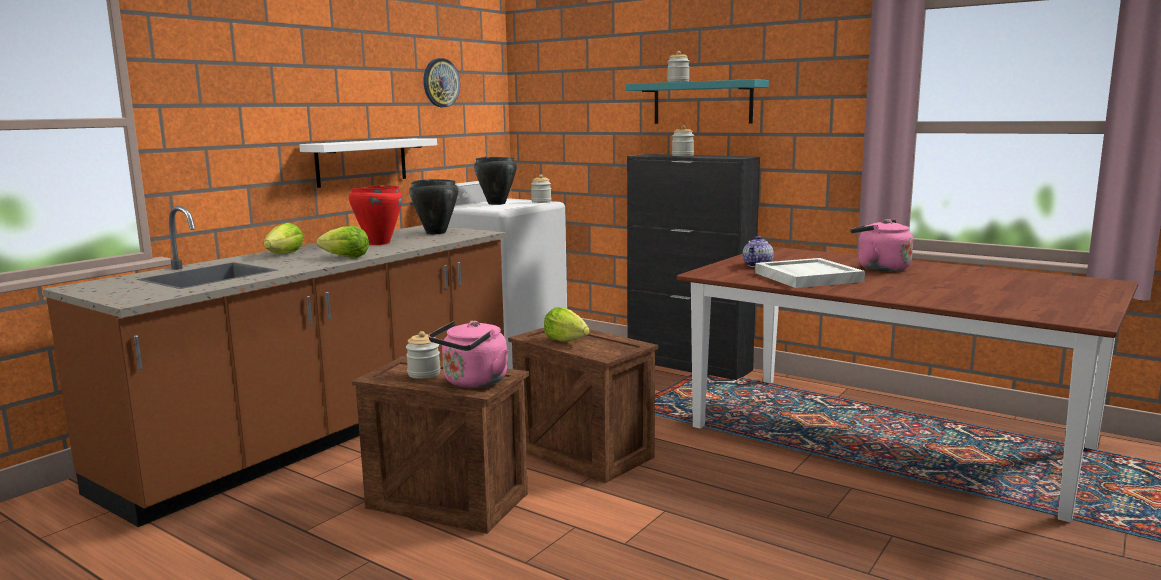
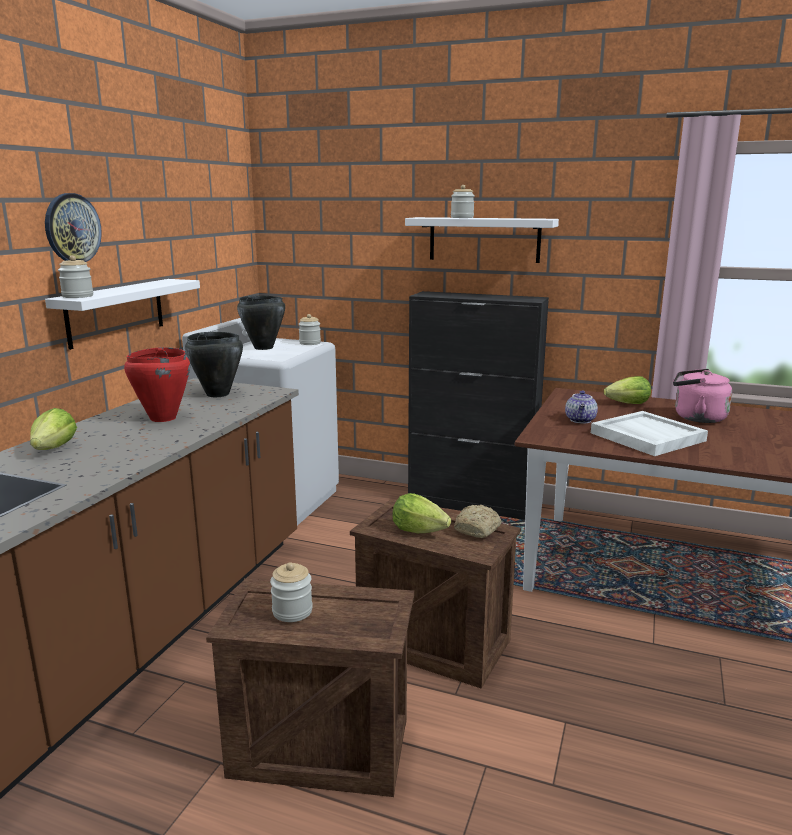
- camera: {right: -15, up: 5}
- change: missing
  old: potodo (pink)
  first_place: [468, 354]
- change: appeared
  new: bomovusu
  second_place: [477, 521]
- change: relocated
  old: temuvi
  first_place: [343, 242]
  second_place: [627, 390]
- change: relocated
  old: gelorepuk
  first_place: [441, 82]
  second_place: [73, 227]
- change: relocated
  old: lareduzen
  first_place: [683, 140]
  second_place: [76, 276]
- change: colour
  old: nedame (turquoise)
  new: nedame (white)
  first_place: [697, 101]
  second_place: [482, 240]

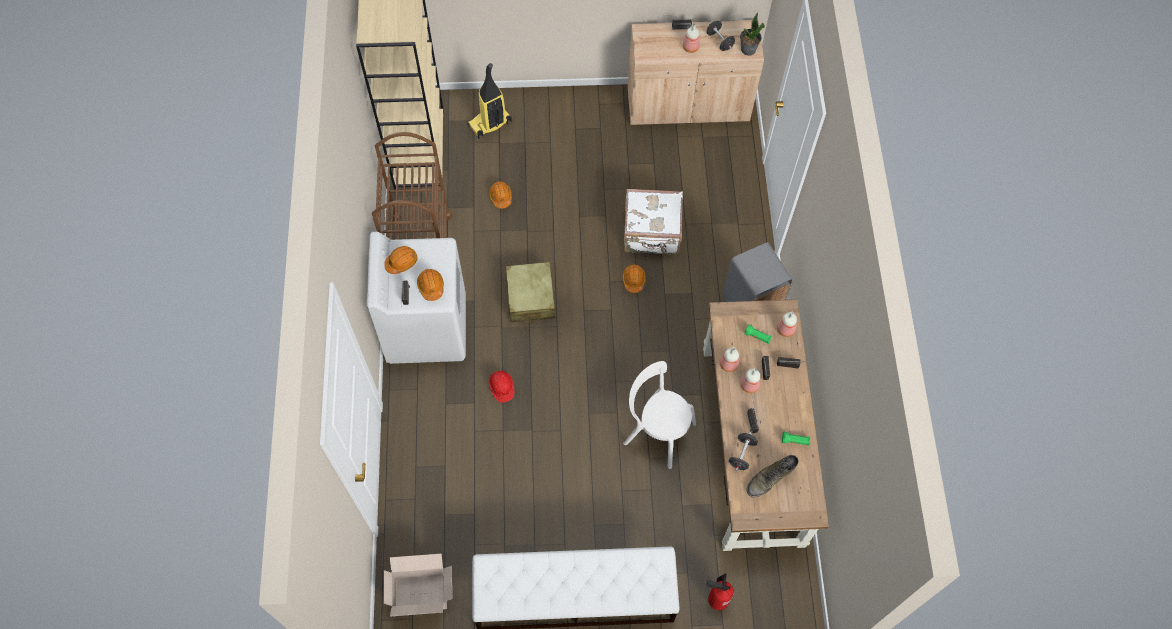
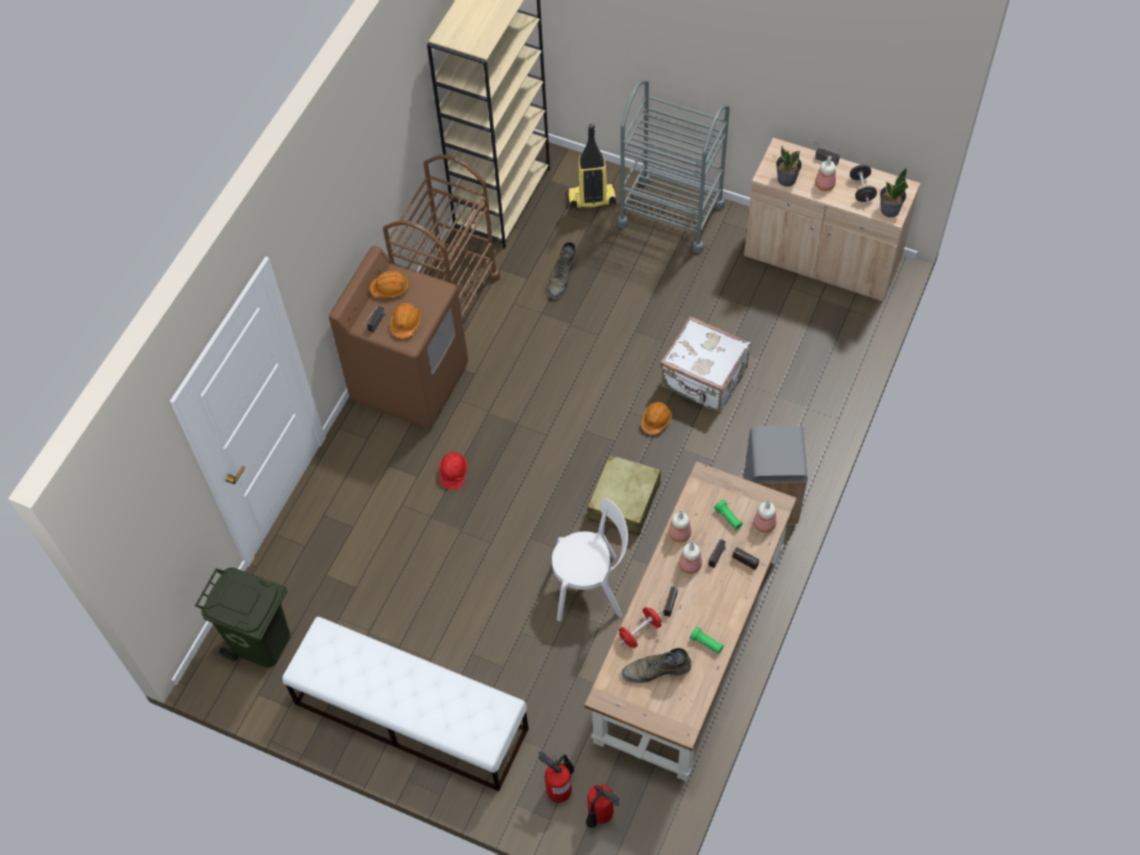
- camera: {right: 30, up: -5}
- change: appeared
  new: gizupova
  second_place: [602, 806]
- change: appeared
  new: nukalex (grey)
  second_place: [673, 166]
- change: appeared
  new: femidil
  second_place: [789, 166]
- change: relocated
  old: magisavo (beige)
  first_place: [530, 292]
  second_place: [624, 495]
- change: exchanged
  old: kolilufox
  new: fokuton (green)
  first_place: [418, 585]
  second_place: [242, 617]
- change: exchanged
  old: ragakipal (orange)
  new: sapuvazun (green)
  first_place: [500, 195]
  second_place: [561, 270]
- change: colour
  old: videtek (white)
  new: videtek (brown)
  first_place: [416, 298]
  second_place: [398, 337]
- change: colour
  old: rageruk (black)
  new: rageruk (red)
  first_place: [743, 451]
  second_place: [640, 627]
- change: spun
  old: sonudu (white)
  first_place: [659, 415]
  second_place: [590, 559]
  degrees: 120

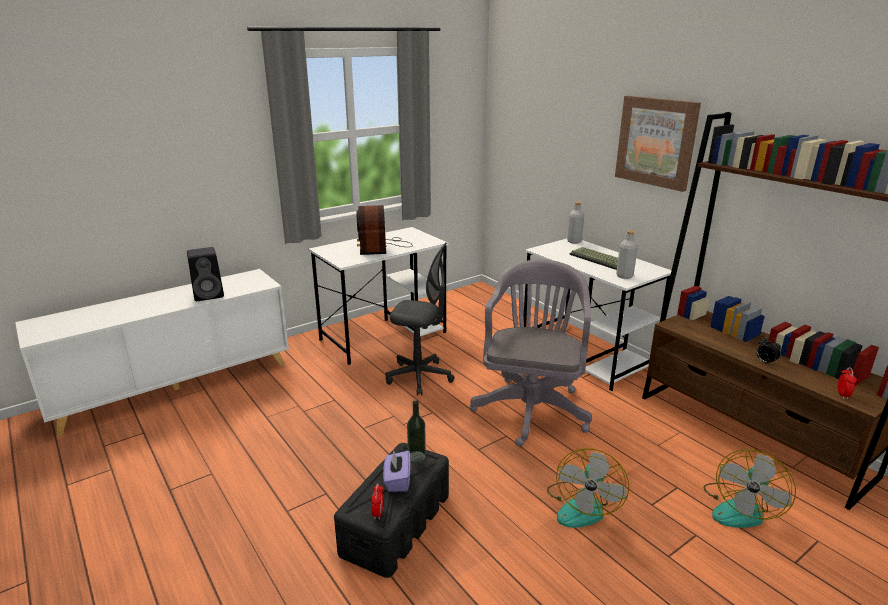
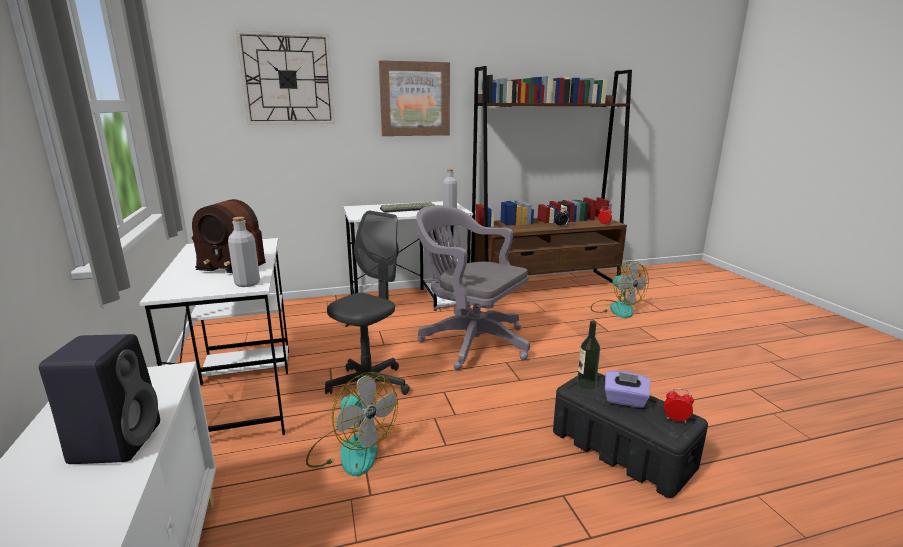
- camera: {right: -70, up: -5}
- change: appeared
  new: gelorepuk
  second_place: [285, 77]
- change: relocated
  old: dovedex
  first_place: [588, 488]
  second_place: [352, 424]
- change: relocated
  old: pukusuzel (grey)
  first_place: [575, 223]
  second_place: [244, 252]

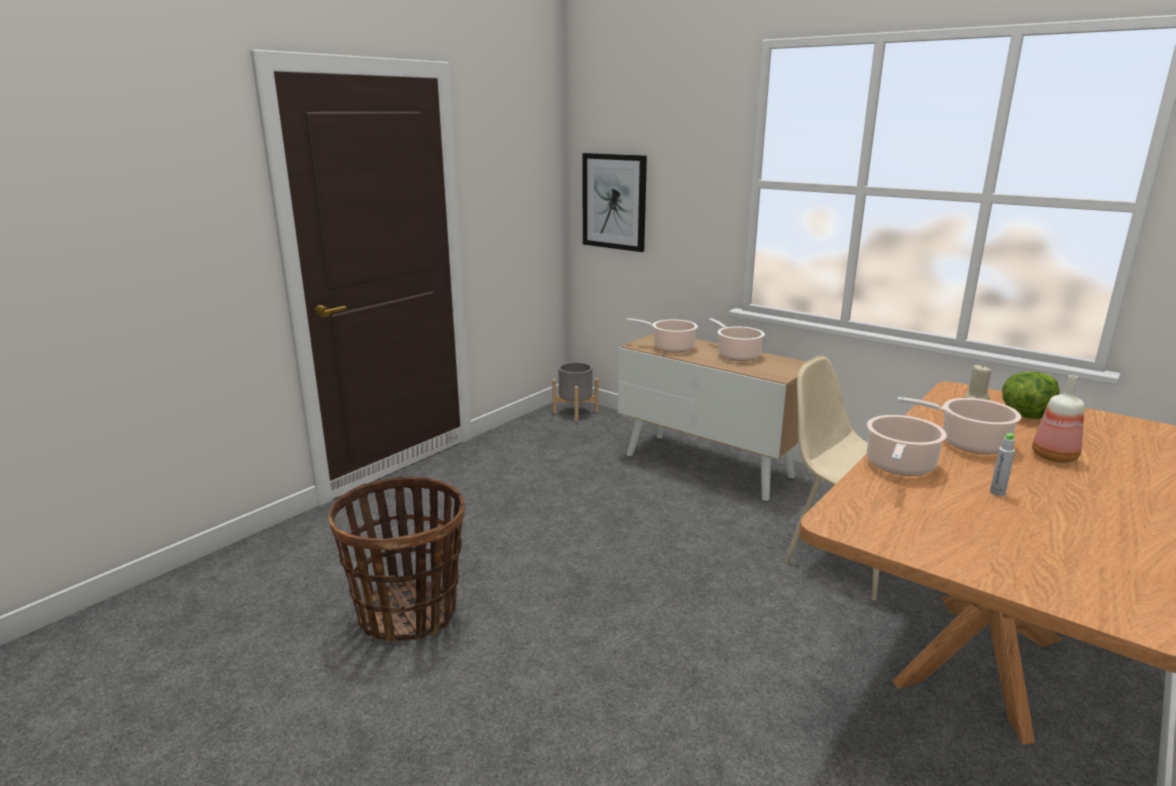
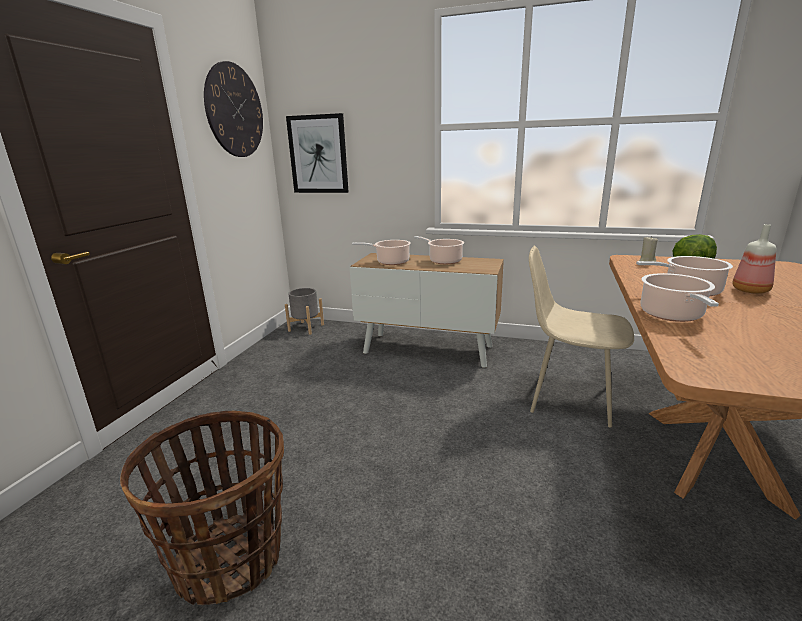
- camera: {right: -20, up: 0}
- change: missing
  old: pukusuzel (grey)
  first_place: [1002, 464]
- change: appeared
  new: gelorepuk
  second_place: [233, 109]

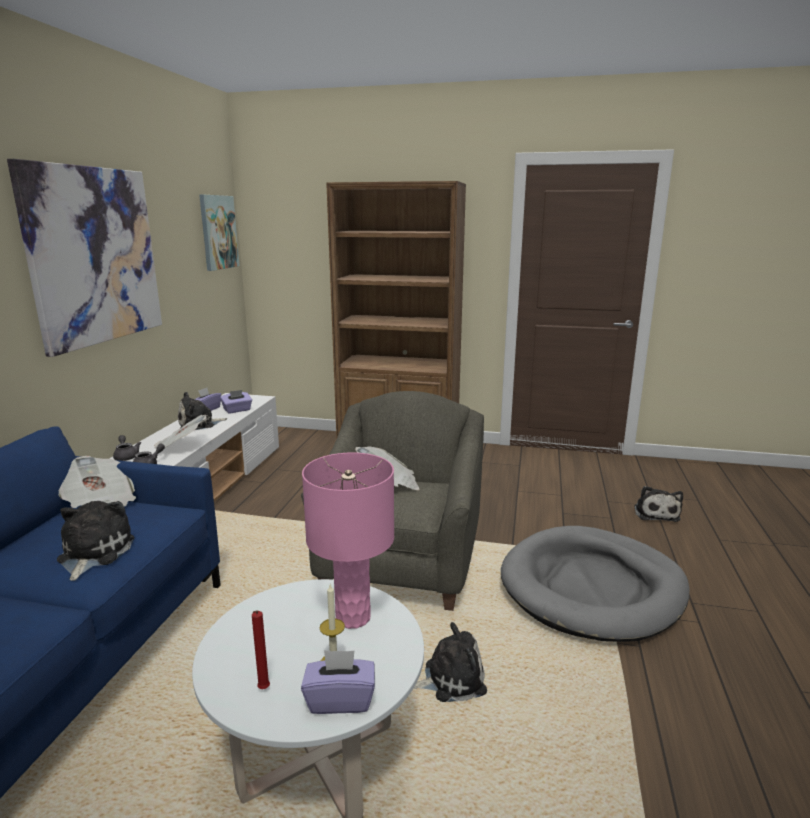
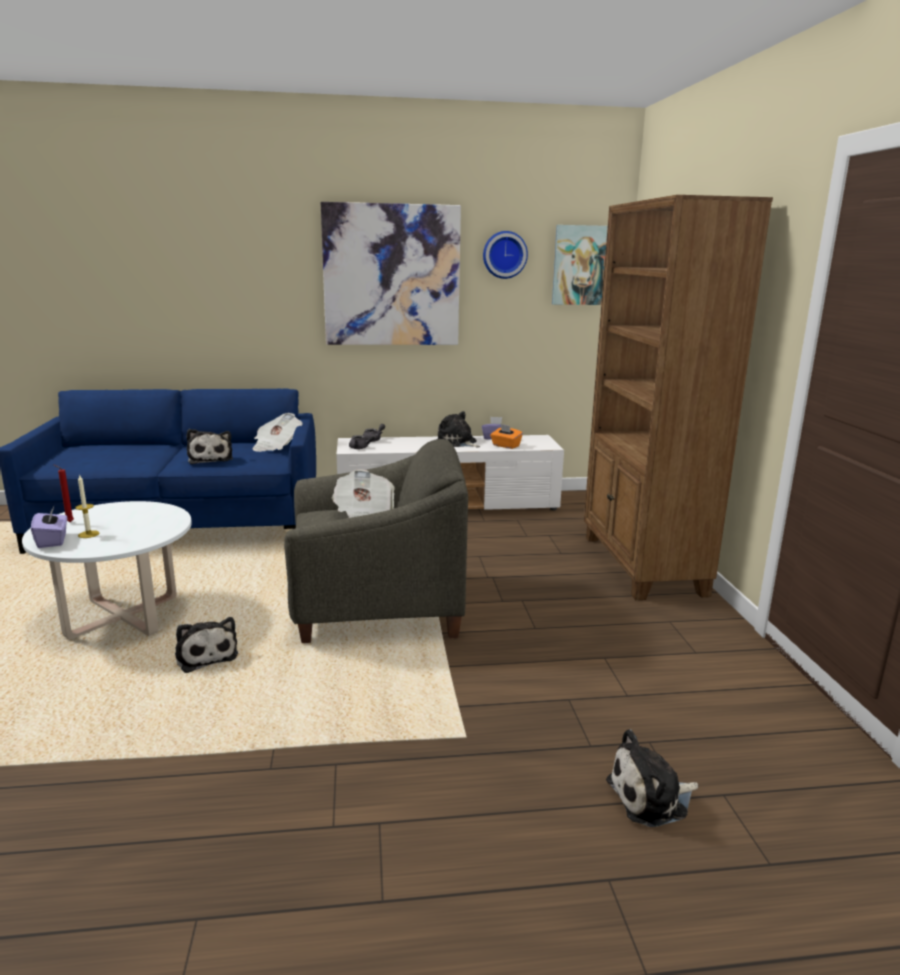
- camera: {right: 70, up: 0}
- change: missing
  old: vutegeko
  first_place: [180, 432]
- change: missing
  old: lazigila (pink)
  first_place: [348, 540]
- change: missing
  old: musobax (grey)
  first_place: [595, 584]
- change: appeared
  new: gelorepuk
  second_place: [505, 255]
- change: colour
  old: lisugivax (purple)
  new: lisugivax (orange)
  first_place: [236, 402]
  second_place: [506, 436]
- change: spun
  old: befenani
  first_place: [96, 541]
  second_place: [210, 446]
  degrees: 90

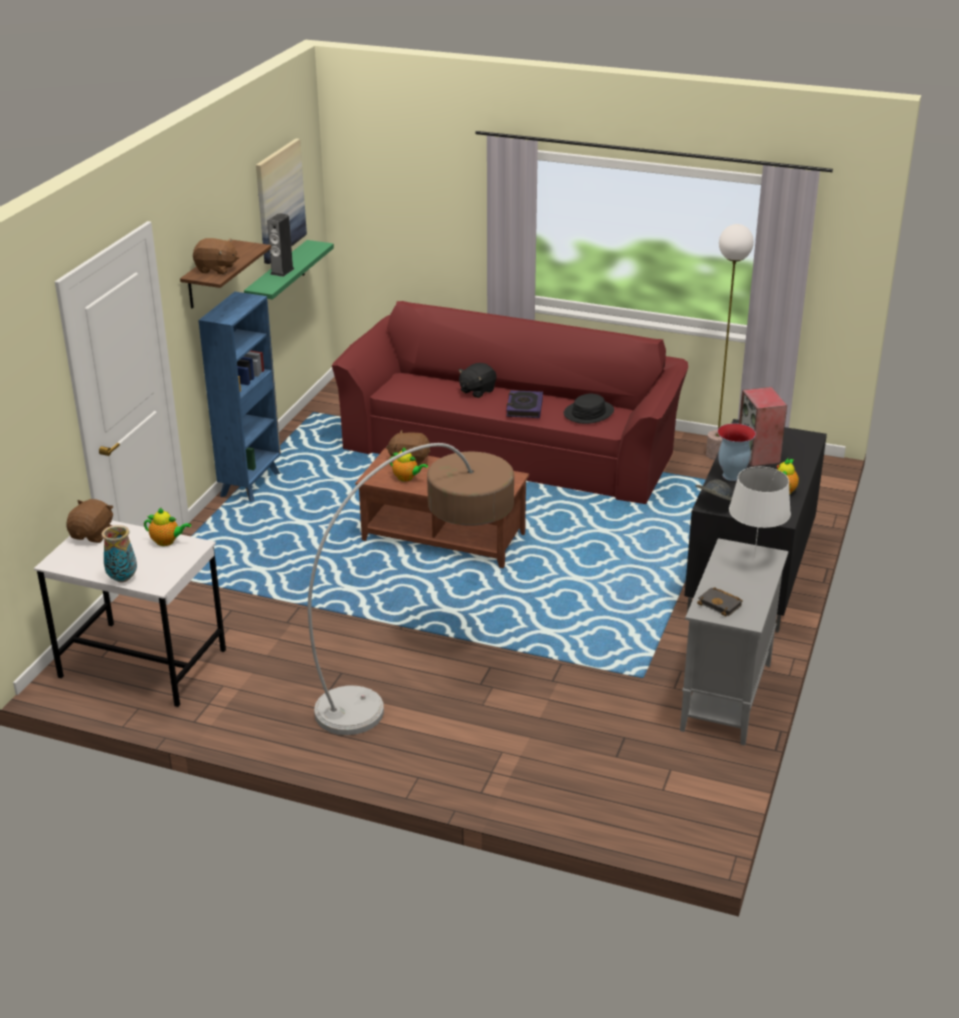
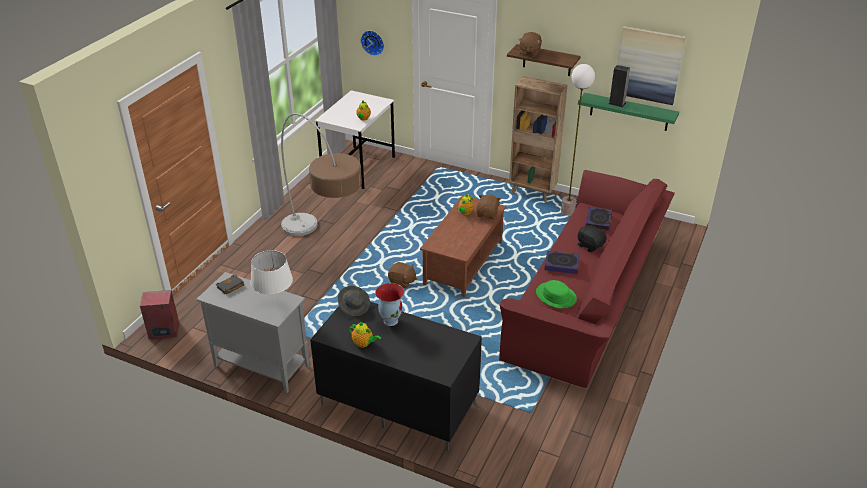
- camera: {right: 95, up: 5}
- change: missing
  old: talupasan
  first_place: [119, 553]
- change: appeared
  new: gelorepuk
  second_place: [372, 43]
- change: appeared
  new: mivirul
  second_place: [598, 219]
- change: relocated
  old: befenani (brown)
  first_place: [89, 521]
  second_place: [402, 275]
- change: relocated
  old: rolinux
  first_place: [730, 342]
  second_place: [578, 140]
- change: relocated
  old: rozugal
  first_place: [763, 427]
  second_place: [159, 314]
- change: colour
  old: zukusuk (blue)
  new: zukusuk (brown)
  first_place: [239, 397]
  second_place: [538, 139]
- change: colour
  old: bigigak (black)
  new: bigigak (green)
  first_place: [589, 409]
  second_place: [556, 294]

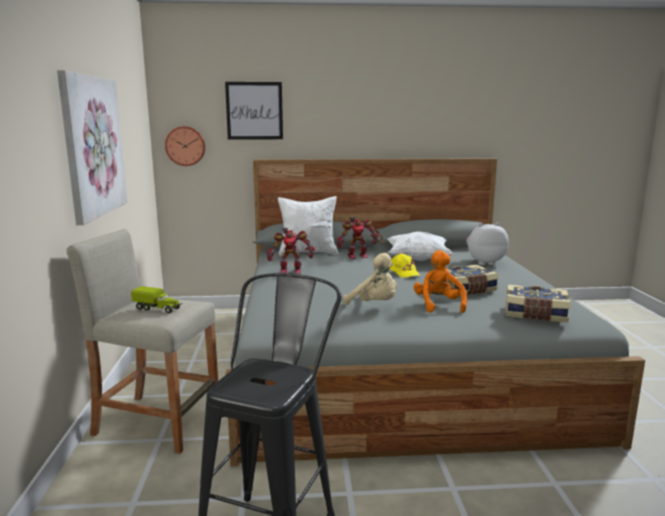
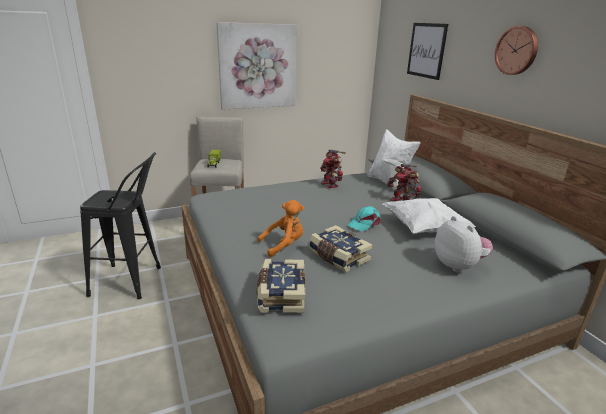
- camera: {right: 70, up: 10}
- change: missing
  old: befenani (beige)
  first_place: [370, 279]
- change: relocated
  old: gelorepuk
  first_place: [185, 146]
  second_place: [516, 50]
- change: colour
  old: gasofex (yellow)
  new: gasofex (turquoise)
  first_place: [405, 265]
  second_place: [364, 219]

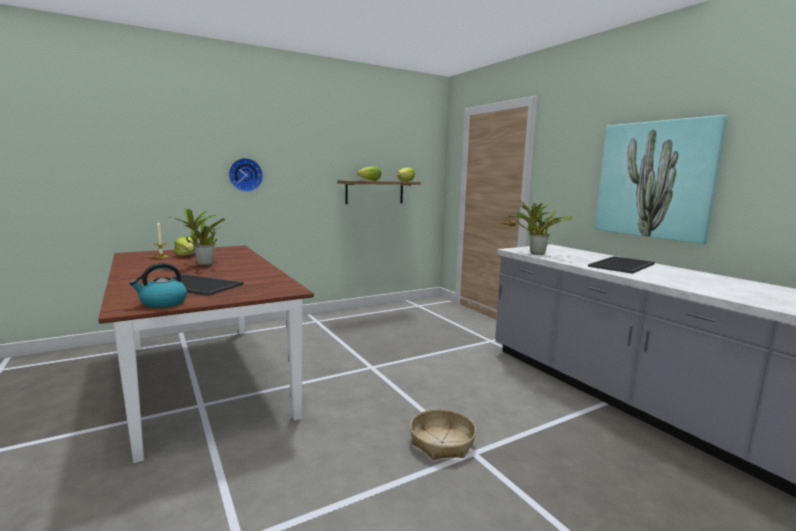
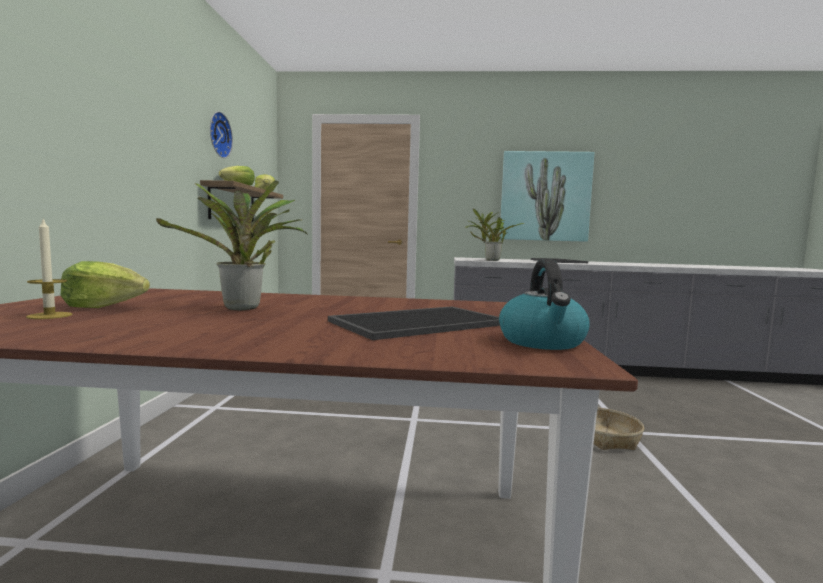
- camera: {right: -55, up: -5}
- change: relocated
  old: gelorepuk
  first_place: [246, 175]
  second_place: [221, 134]

